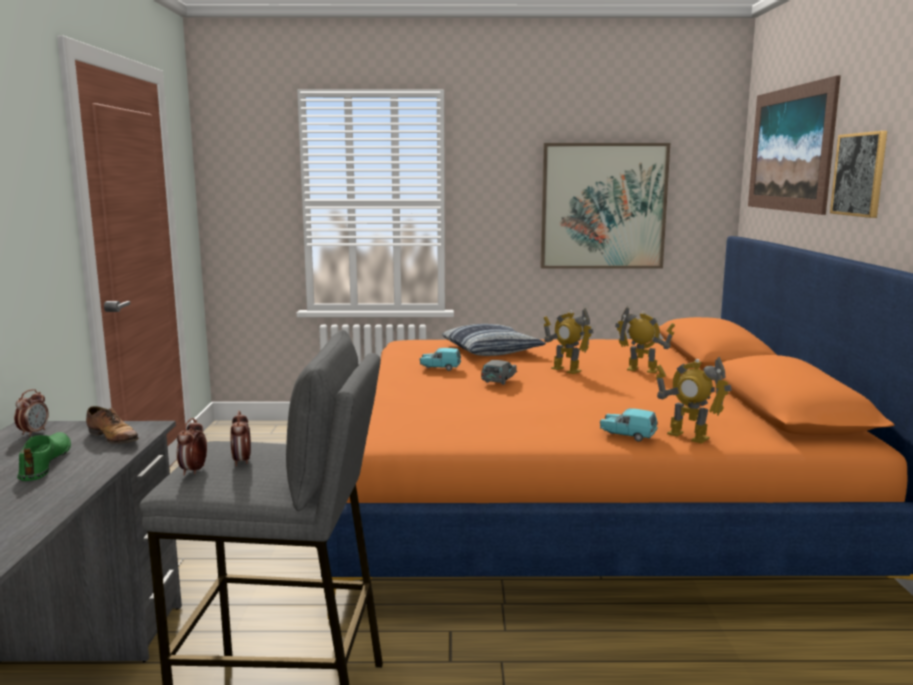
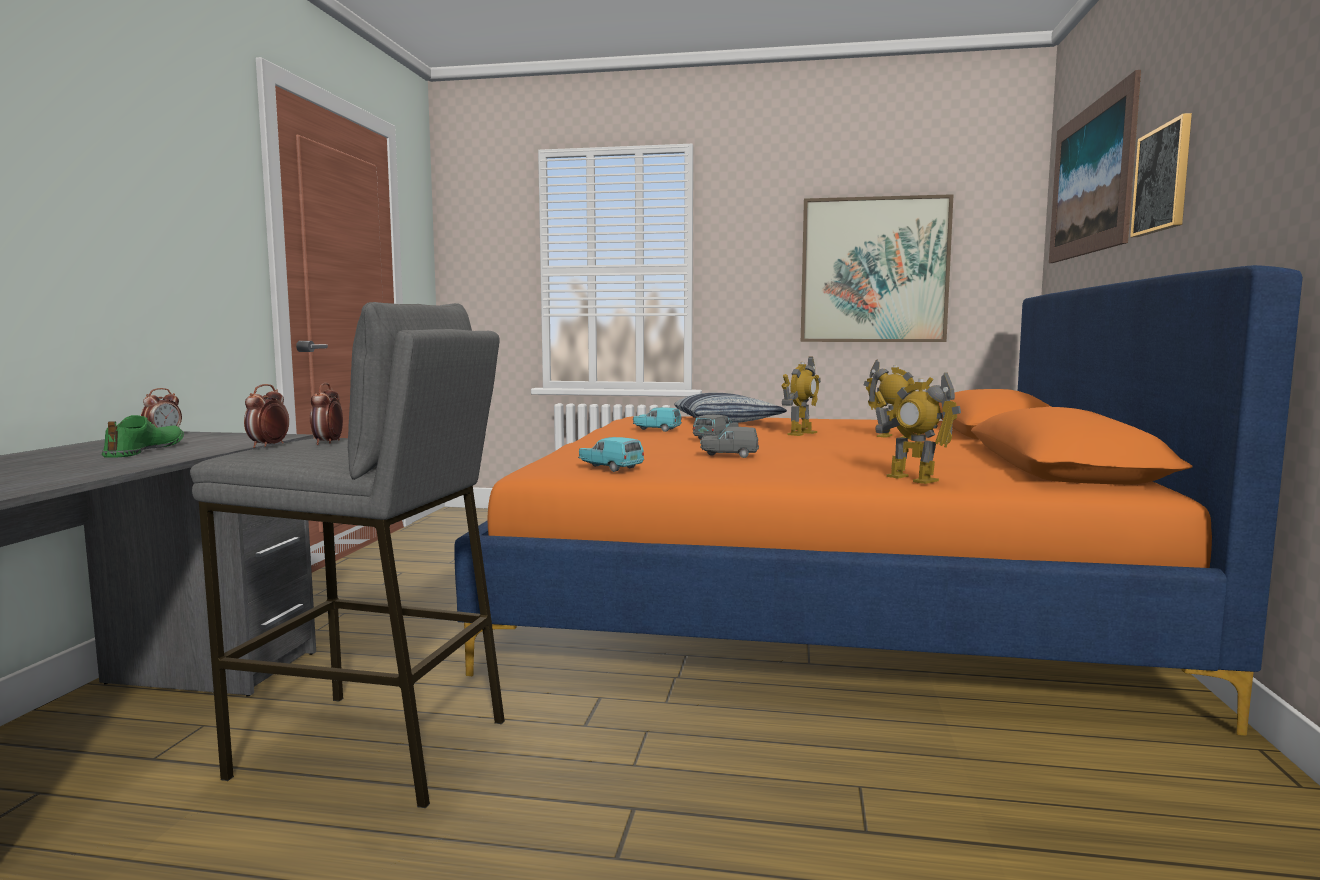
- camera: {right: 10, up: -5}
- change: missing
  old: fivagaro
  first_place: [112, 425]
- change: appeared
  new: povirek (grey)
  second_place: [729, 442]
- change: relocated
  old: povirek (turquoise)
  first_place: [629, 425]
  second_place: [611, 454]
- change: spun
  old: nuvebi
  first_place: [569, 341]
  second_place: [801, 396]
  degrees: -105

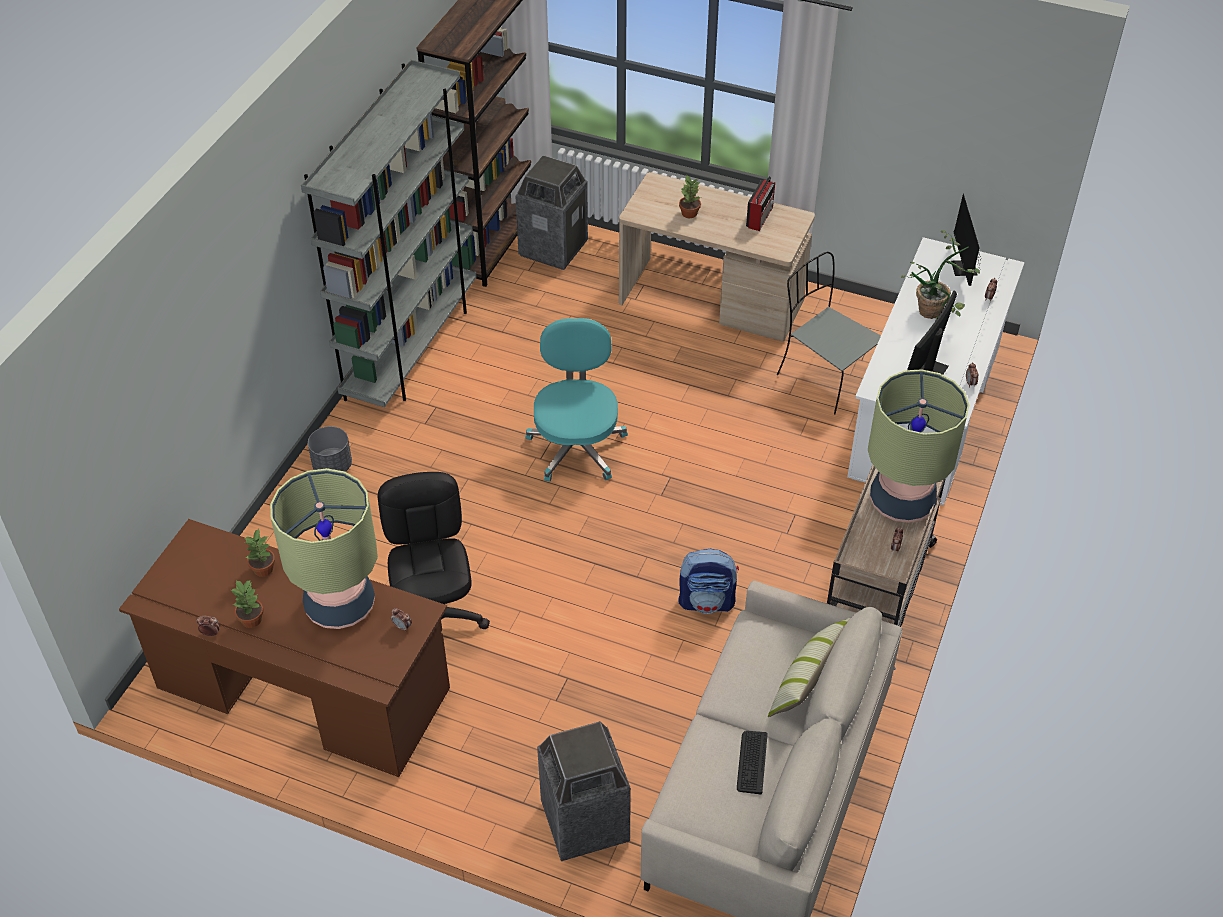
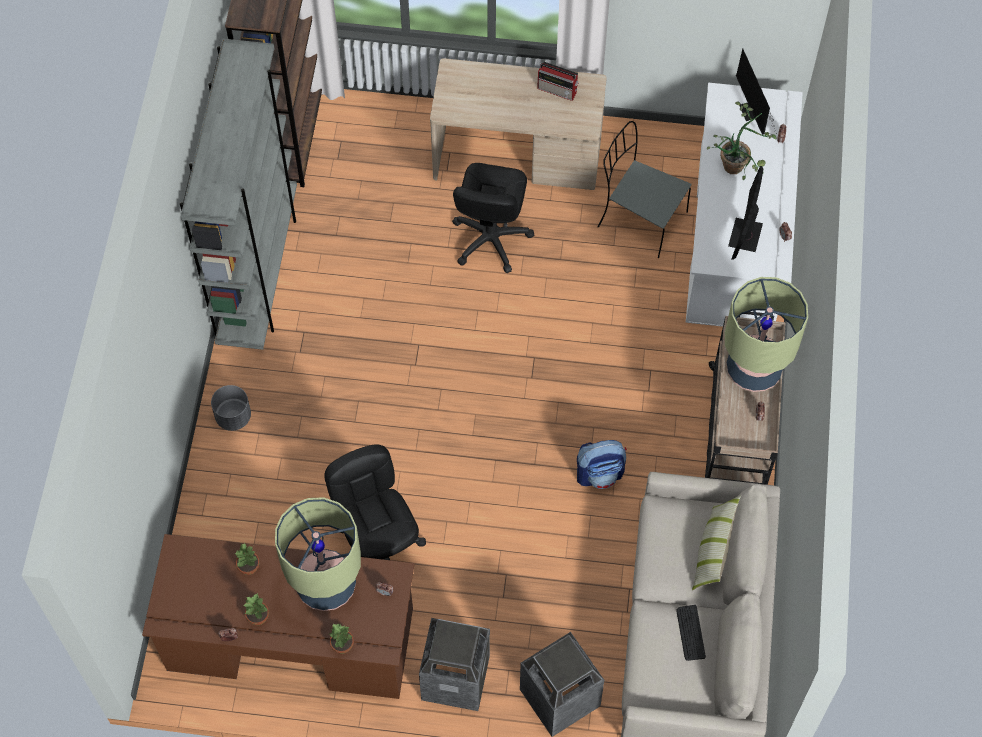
- camera: {right: -15, up: 15}
- change: missing
  old: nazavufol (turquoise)
  first_place: [576, 399]
- change: appeared
  new: nazavufol (black)
  second_place: [493, 218]
- change: relocated
  old: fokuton
  first_place: [551, 212]
  second_place: [454, 664]
- change: relocated
  old: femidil
  first_place: [690, 196]
  second_place: [341, 639]
- change: spun
  old: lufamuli
  first_place: [760, 203]
  second_place: [558, 81]
  degrees: 105

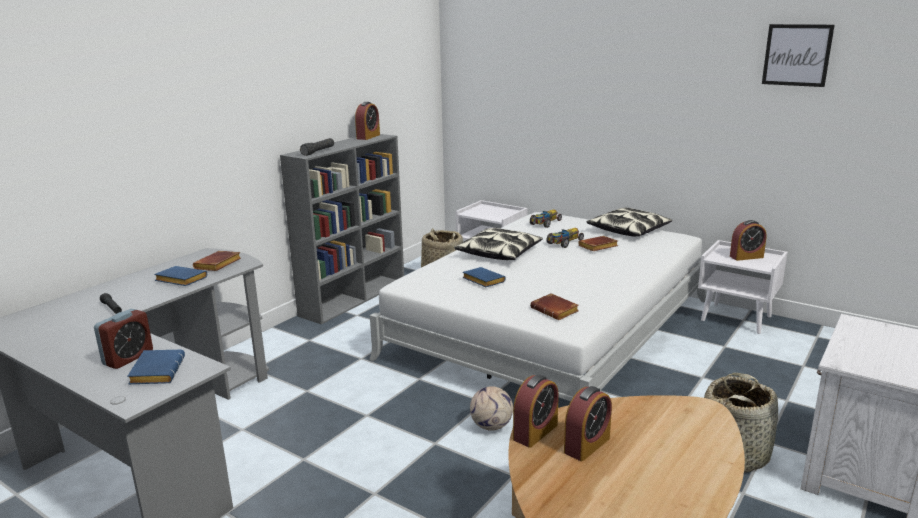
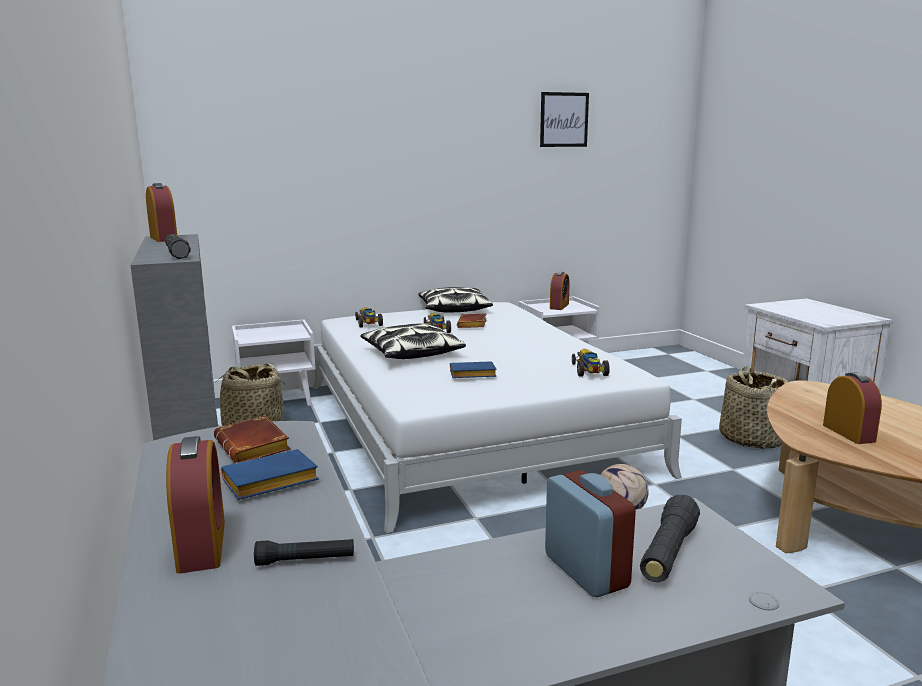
- camera: {right: -55, up: -5}
- change: relocated
  old: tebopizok
  first_place: [536, 411]
  second_place: [195, 505]
- change: exchanged
  old: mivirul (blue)
  new: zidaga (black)
  first_place: [156, 367]
  second_place: [670, 538]
- change: exchanged
  old: mivirul (brown)
  new: povirek
  first_place: [554, 306]
  second_place: [591, 363]

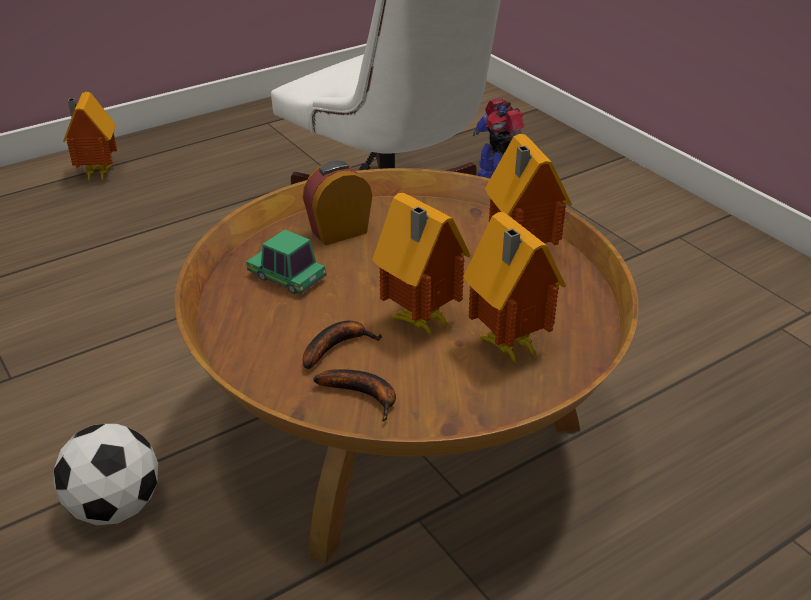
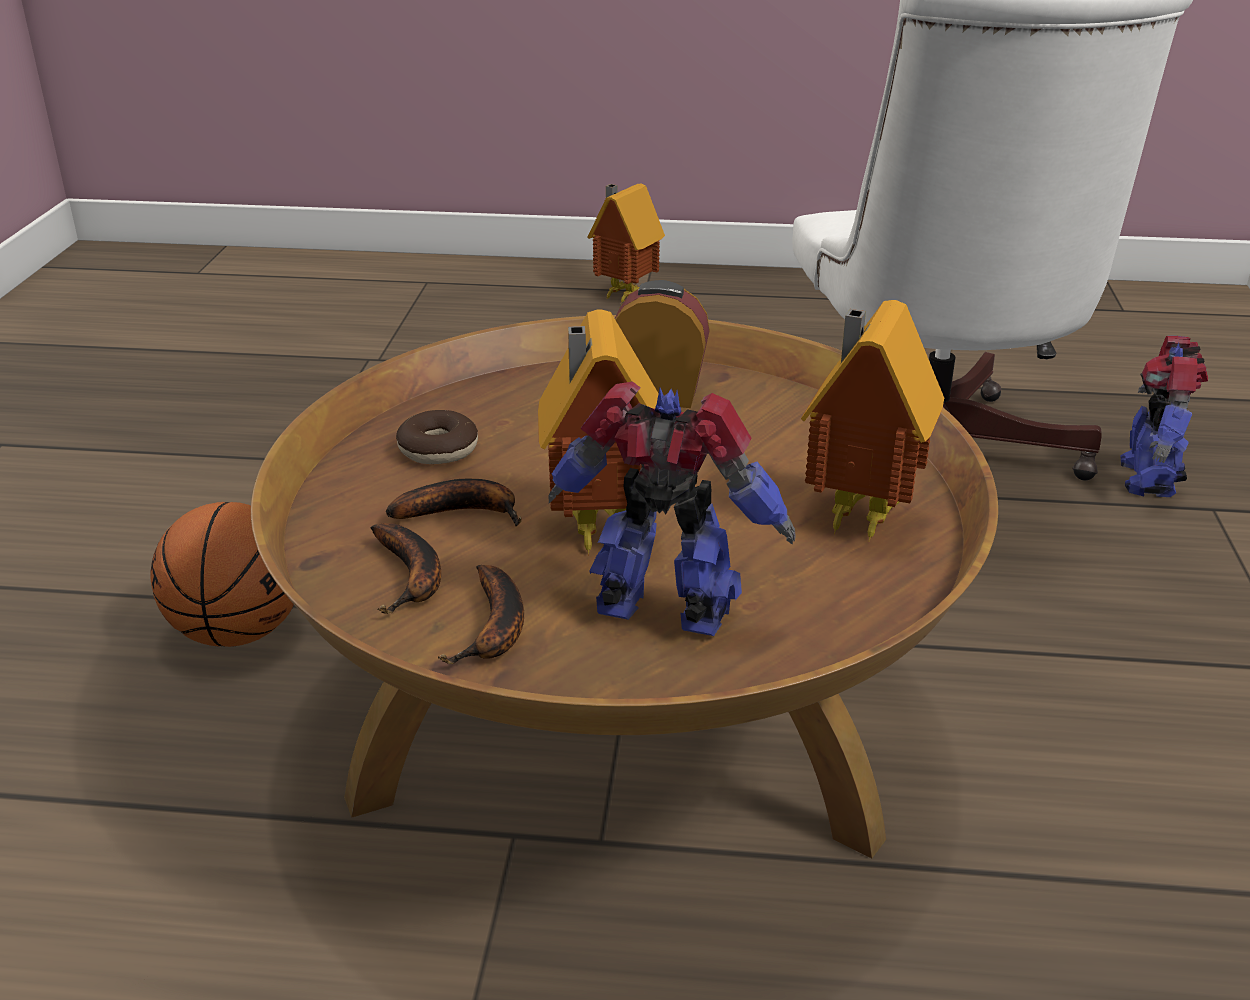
- camera: {right: 40, up: -5}
- change: missing
  old: povirek
  first_place: [286, 261]
- change: appeared
  new: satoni
  second_place: [437, 437]
- change: appeared
  new: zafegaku
  second_place: [481, 614]
- change: exchanged
  old: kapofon
  new: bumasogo
  first_place: [106, 474]
  second_place: [222, 574]
- change: exchanged
  old: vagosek
  new: nuvebi
  first_place: [514, 288]
  second_place: [672, 509]

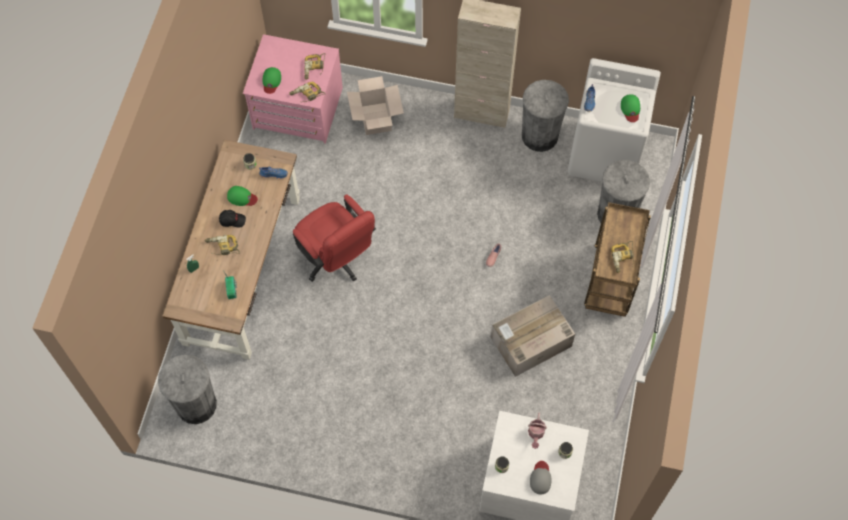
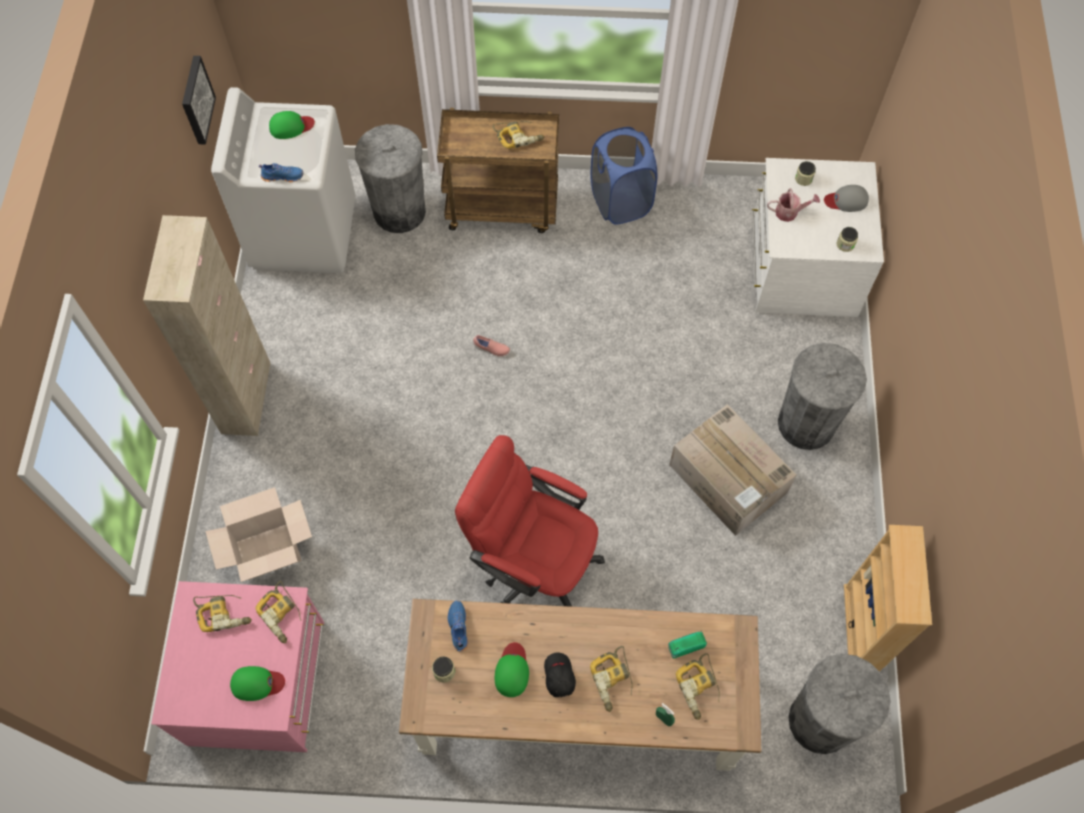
- camera: {right: -100, up: 0}
- change: appeared
  new: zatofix
  second_place: [199, 100]
- change: appeared
  new: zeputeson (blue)
  second_place: [623, 176]
- change: appeared
  new: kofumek
  second_place: [698, 686]
- change: appeared
  new: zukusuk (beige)
  second_place: [888, 598]
- change: relocated
  old: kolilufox
  first_place: [533, 336]
  second_place: [732, 470]
- change: relocated
  old: fokuton (grey)
  first_place: [545, 116]
  second_place: [822, 396]
- change: spun
  old: nazavufol (red)
  first_place: [334, 238]
  second_place: [530, 521]
  degrees: -105

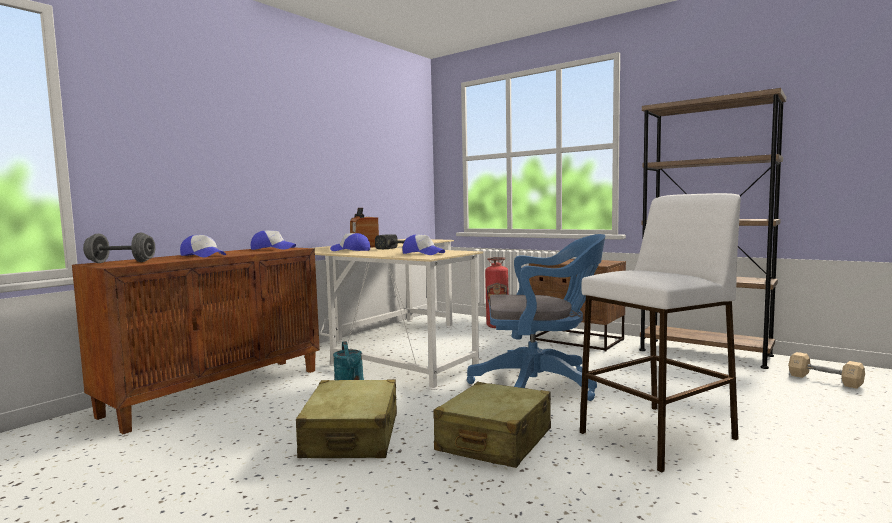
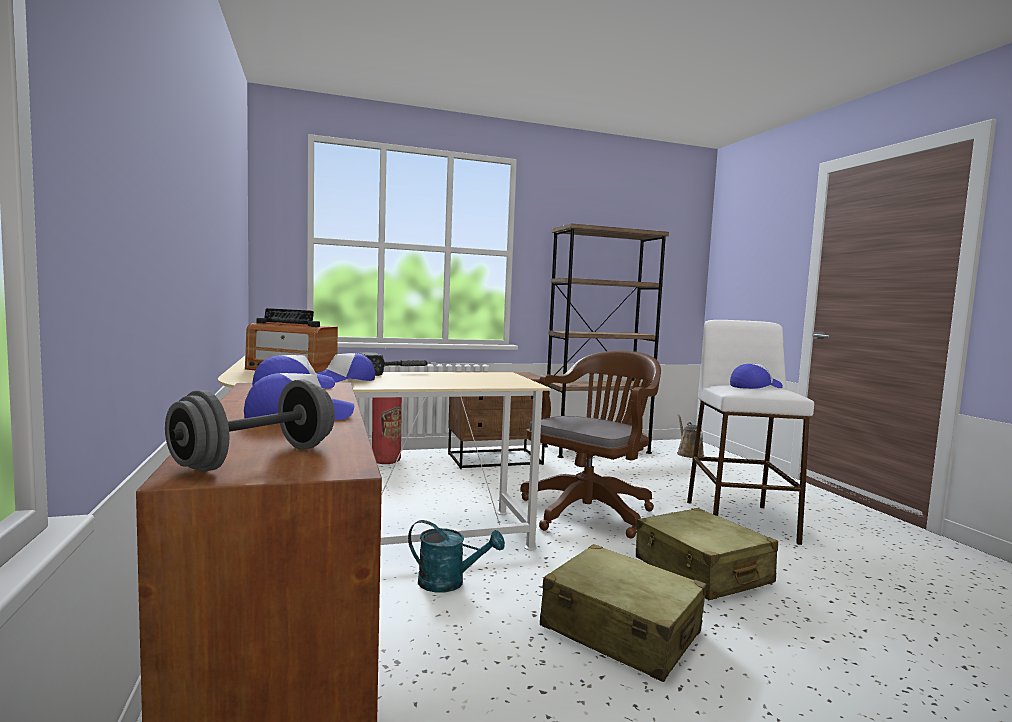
- camera: {right: -55, up: 0}
- change: relocated
  old: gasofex
  first_place: [423, 244]
  second_place: [756, 376]
- change: exchanged
  old: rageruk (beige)
  new: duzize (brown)
  first_place: [826, 370]
  second_place: [690, 436]
- change: colour
  old: nazavufol (blue)
  new: nazavufol (brown)
  first_place: [536, 317]
  second_place: [590, 444]

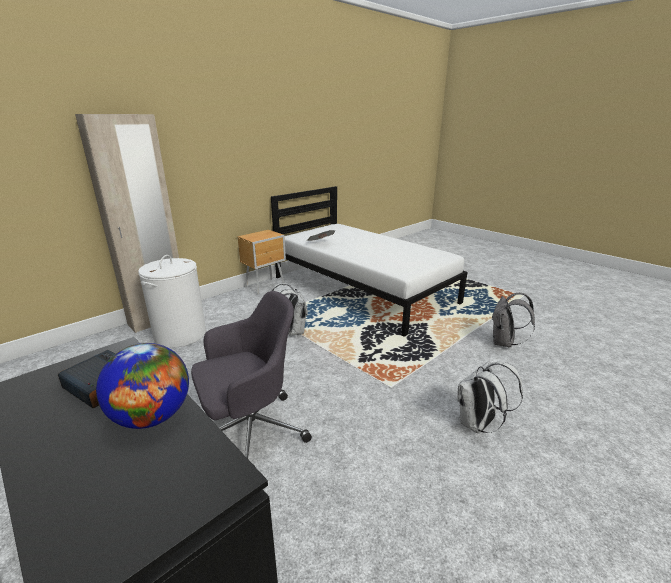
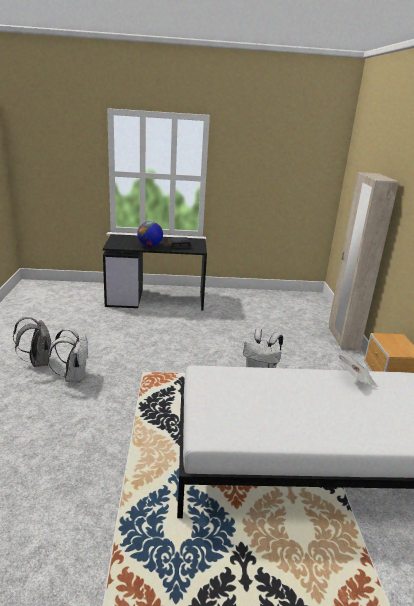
- camera: {right: 130, up: 0}
- change: missing
  old: zeputeson (white)
  first_place: [172, 301]
- change: missing
  old: nazavufol (grey)
  first_place: [251, 378]
- change: relocated
  old: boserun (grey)
  first_place: [513, 320]
  second_place: [32, 342]

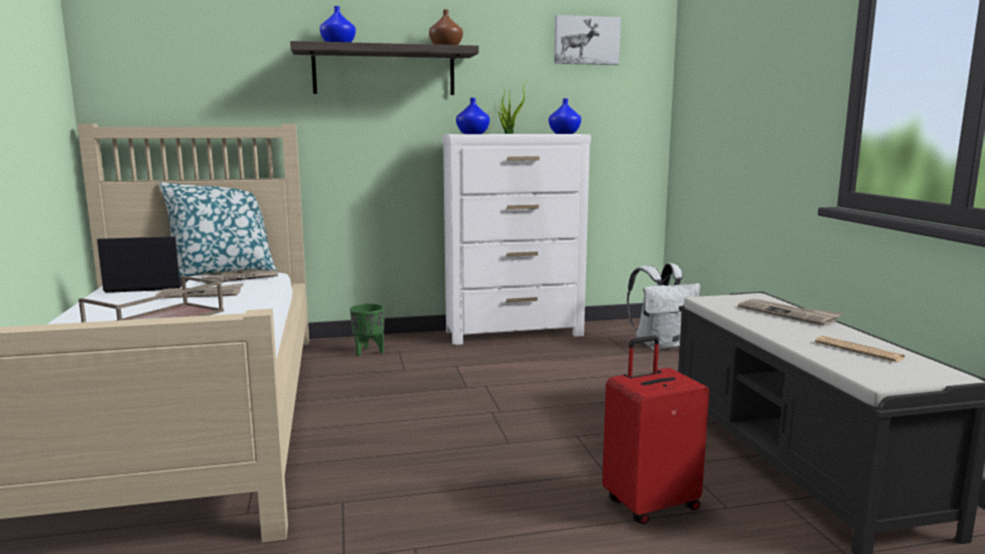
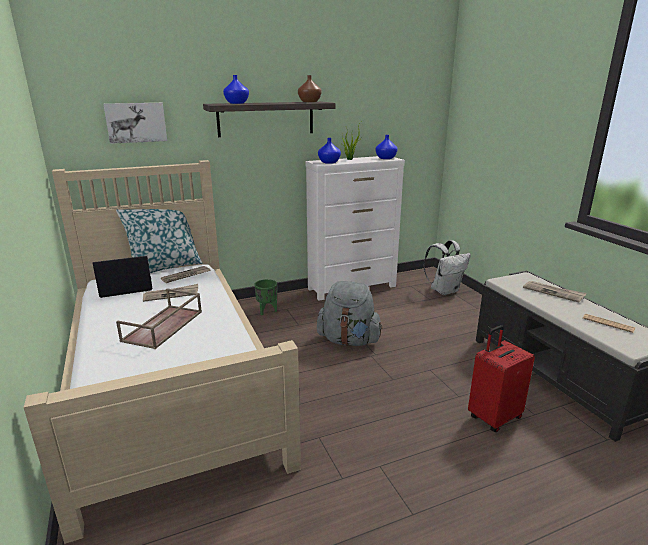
- camera: {right: -10, up: 10}
- change: appeared
  new: boserun (grey)
  second_place: [350, 313]
- change: relocated
  old: zatofix
  first_place: [587, 40]
  second_place: [135, 123]

